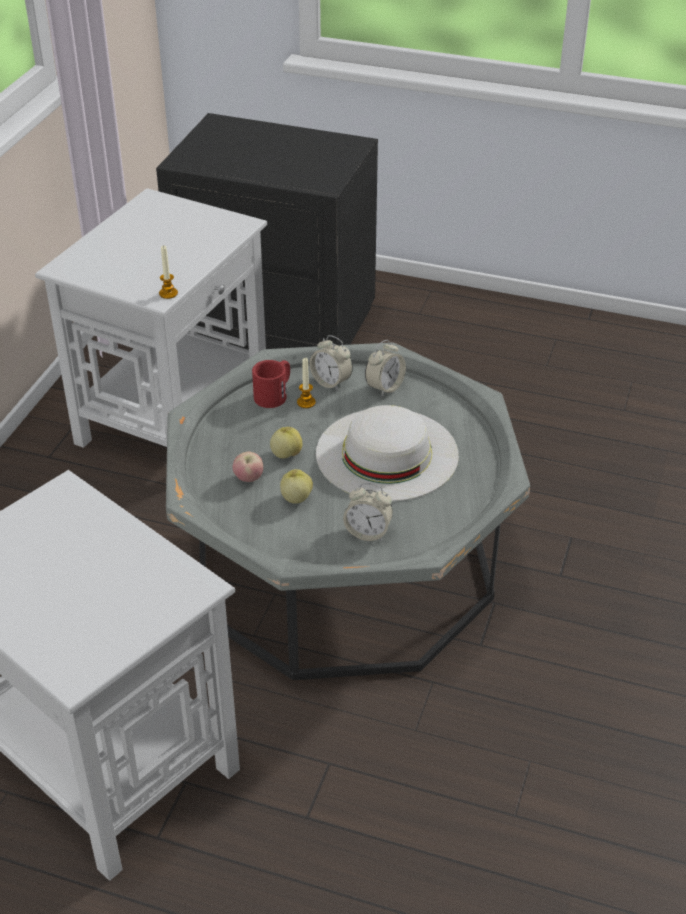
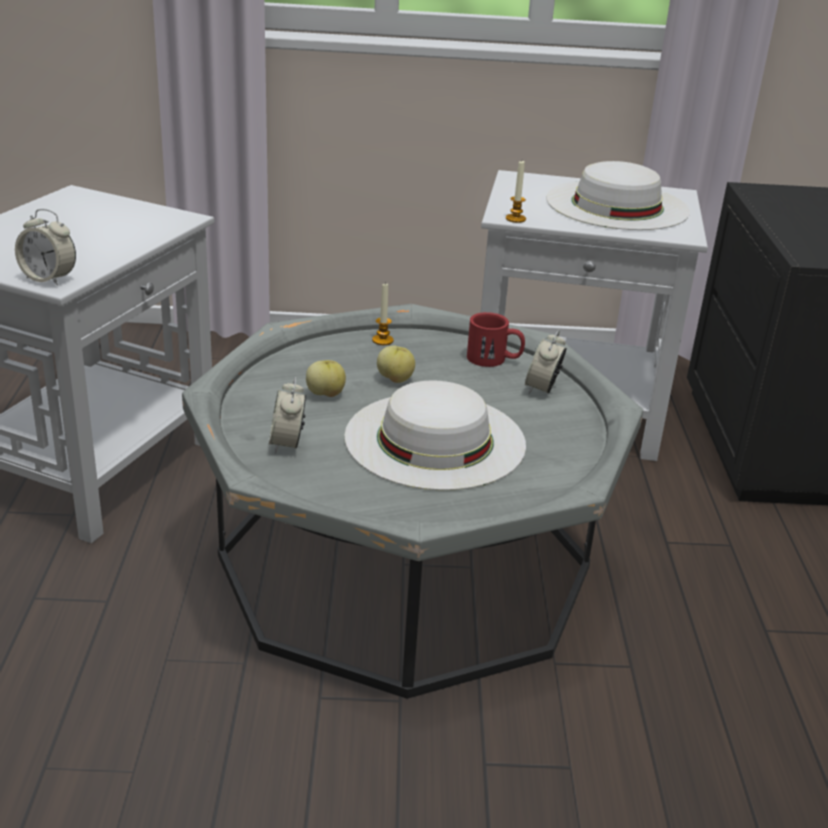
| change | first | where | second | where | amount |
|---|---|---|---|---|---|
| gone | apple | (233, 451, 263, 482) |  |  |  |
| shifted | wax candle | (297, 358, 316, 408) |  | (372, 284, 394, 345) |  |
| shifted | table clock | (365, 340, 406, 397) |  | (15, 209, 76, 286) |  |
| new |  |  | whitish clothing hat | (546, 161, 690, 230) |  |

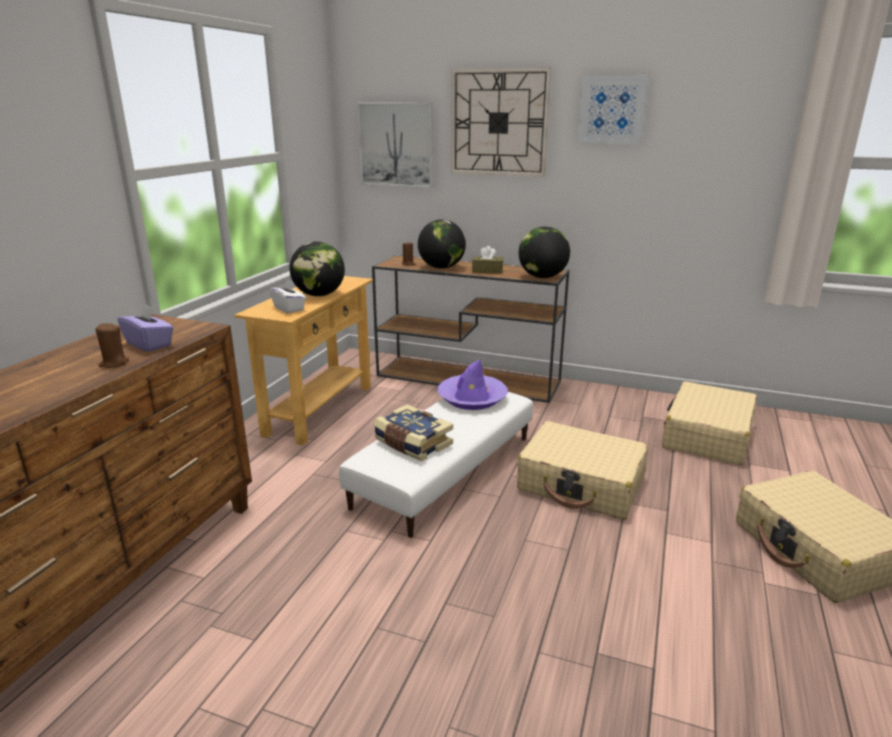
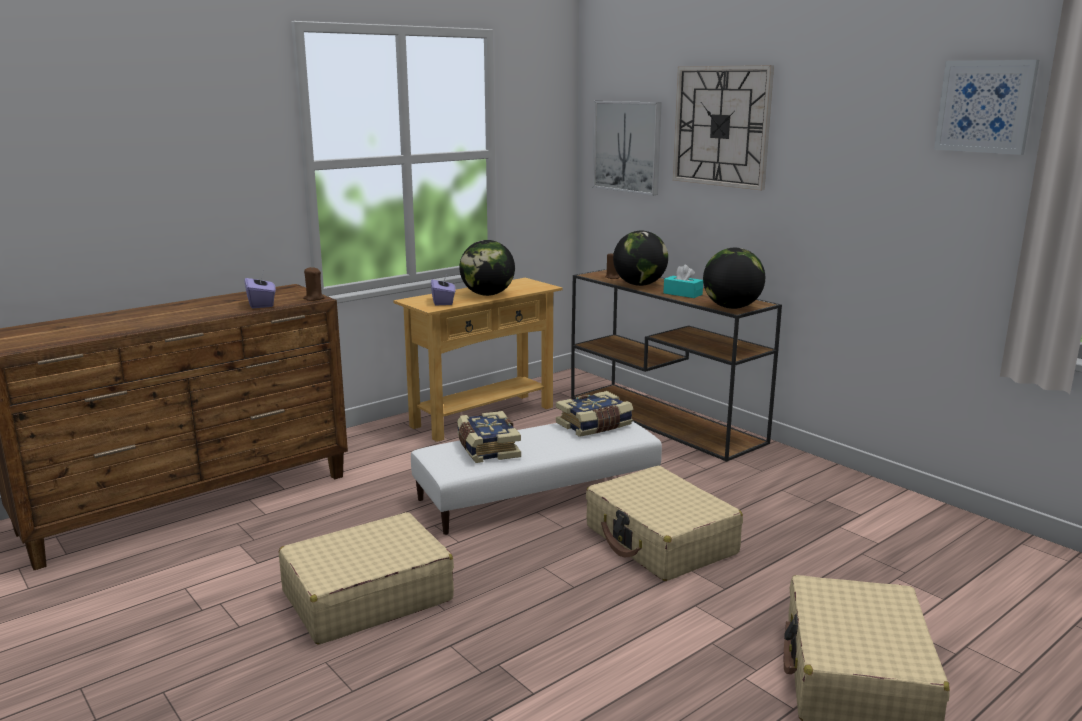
| change | first | where | second | where | amount |
|---|---|---|---|---|---|
| shifted | brown-coloured wax candle | (95, 323, 129, 368) |  | (303, 267, 325, 301) |  |
| repainted | whitish tissue box | (270, 279, 306, 313) | purplish tissue box | (431, 273, 455, 305) |  |
| swapped | purplish clothing hat | (437, 359, 508, 410) | bound book | (556, 391, 633, 437) |  |
| repainted | brown-coloured tissue box | (472, 246, 503, 274) | turquoise-coloured tissue box | (663, 265, 703, 298) |  |
| shifted | wall picture | (578, 75, 649, 144) |  | (934, 60, 1039, 155) |  |
| shifted | beige-coloured suitcase | (662, 381, 757, 465) |  | (279, 512, 454, 644) |  |

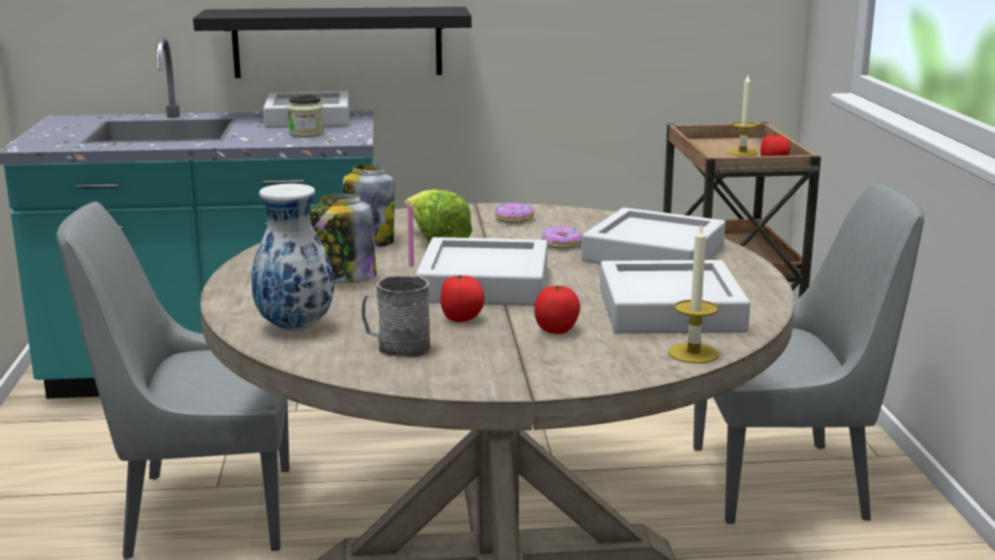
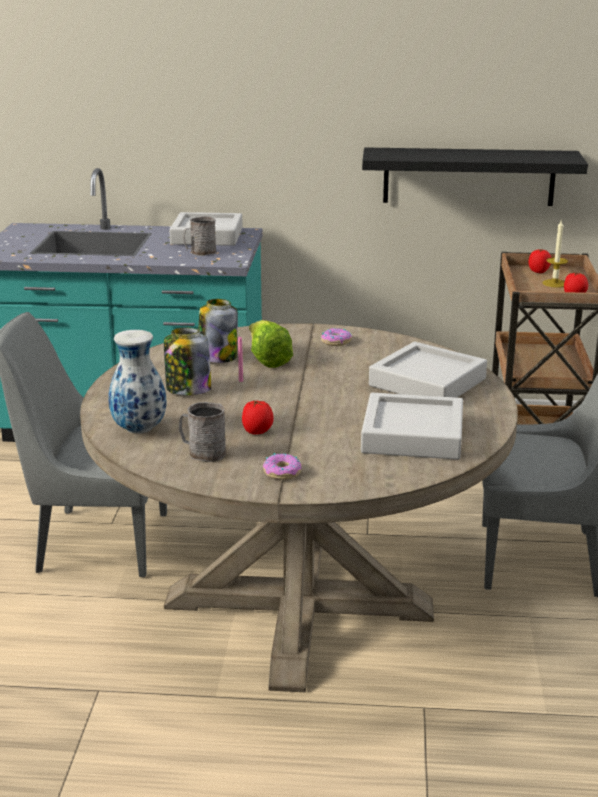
| change | first | where | second | where | amount |
|---|---|---|---|---|---|
| shifted | blackish wall shelf | (193, 7, 472, 78) |  | (362, 147, 588, 206) |  |
| swapped | preserve jar | (288, 95, 324, 137) | grey mug | (183, 216, 216, 256) |  |
| gone | grey serving tray | (415, 237, 547, 306) |  |  |  |
| shifted | tomato | (534, 285, 580, 334) |  | (528, 249, 551, 273) |  |
| shifted | ring doughnut | (542, 226, 582, 249) |  | (263, 453, 301, 480) |  |
| gone | wax candle | (668, 226, 719, 364) |  |  |  |

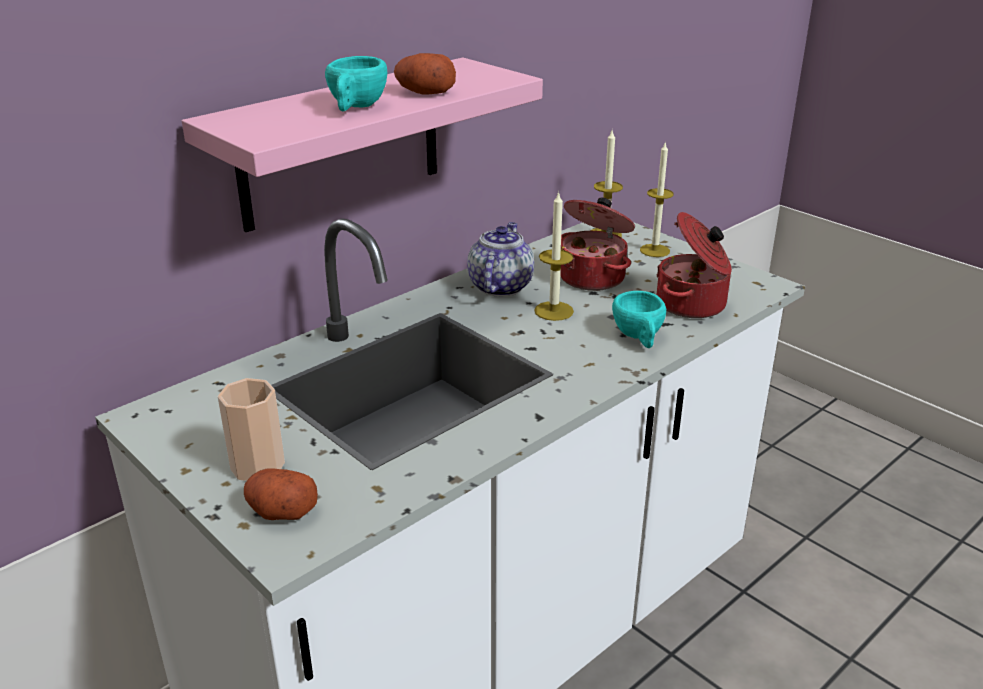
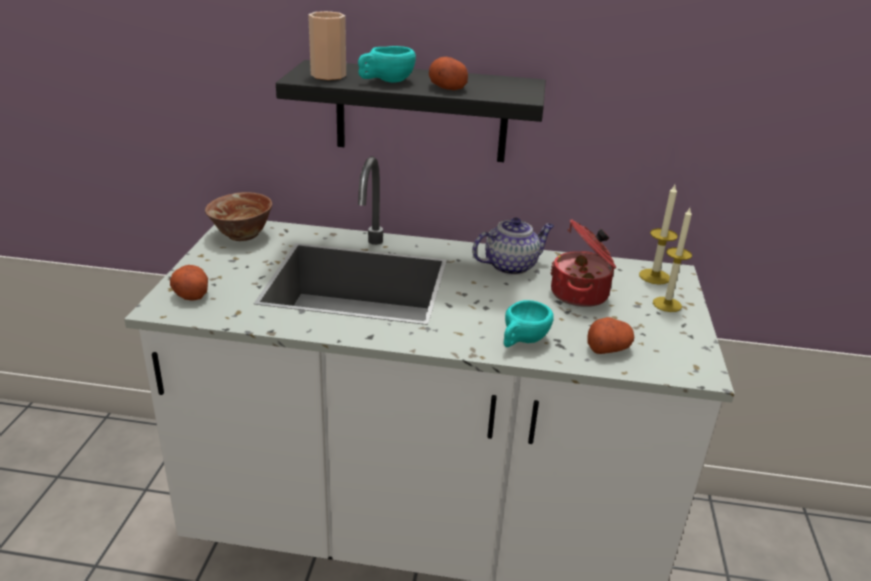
| change | first | where | second | where | amount |
|---|---|---|---|---|---|
| repainted | pink-coloured wall shelf | (182, 58, 543, 232) | blackish wall shelf | (276, 60, 546, 162) |  |
| shifted | small cup | (218, 378, 285, 481) |  | (308, 11, 346, 80) |  |
| gone | wax candle | (534, 191, 574, 321) |  |  |  |
| swapped | cooking pot | (656, 212, 732, 318) | whole potato | (587, 317, 634, 354) |  |
| new |  |  | deep dish | (205, 192, 272, 241) |  |

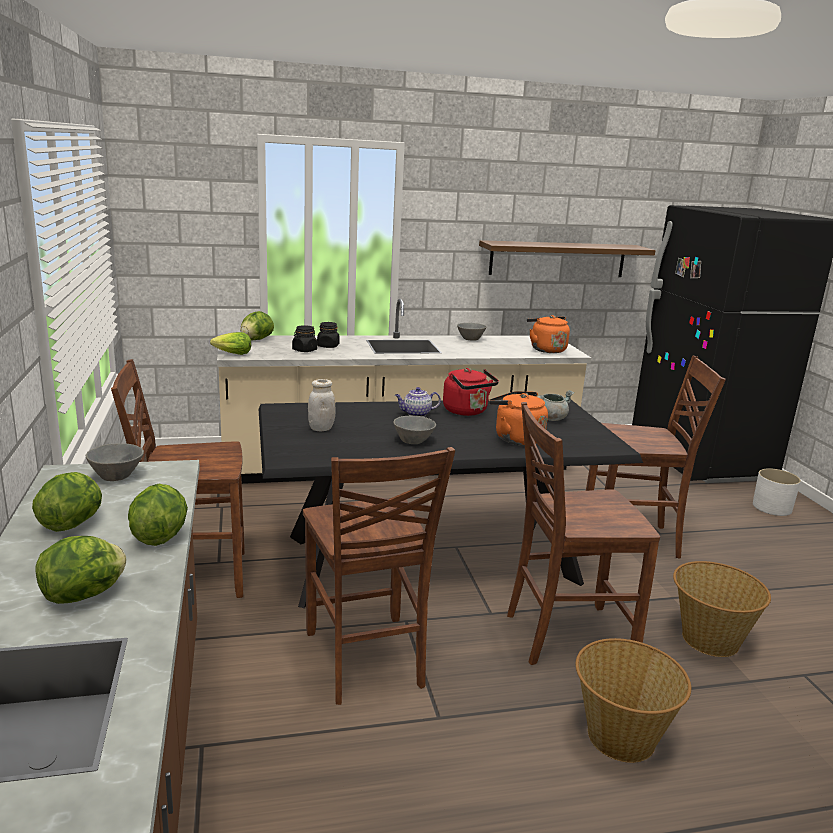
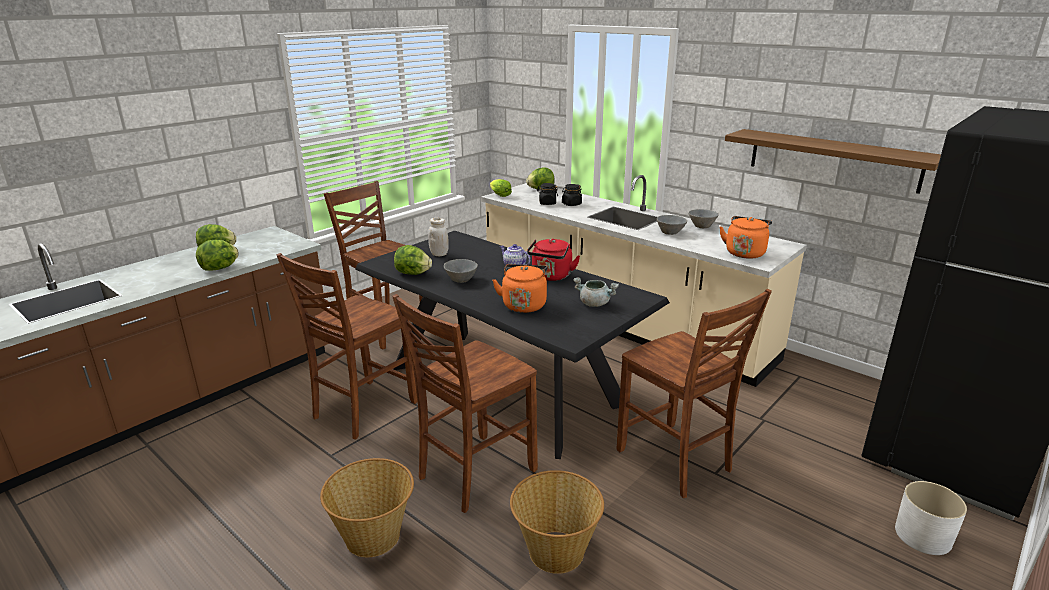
| change | first | where | second | where | amount |
|---|---|---|---|---|---|
| shifted | lettuce | (35, 536, 126, 604) |  | (394, 245, 432, 275) |  |
| shifted | grey deep dish | (86, 443, 144, 481) |  | (657, 215, 687, 235) |  |
| rotated | brown-coloured chair | (507, 402, 660, 665) |  | (392, 294, 538, 513) | 90 degrees counterclockwise |

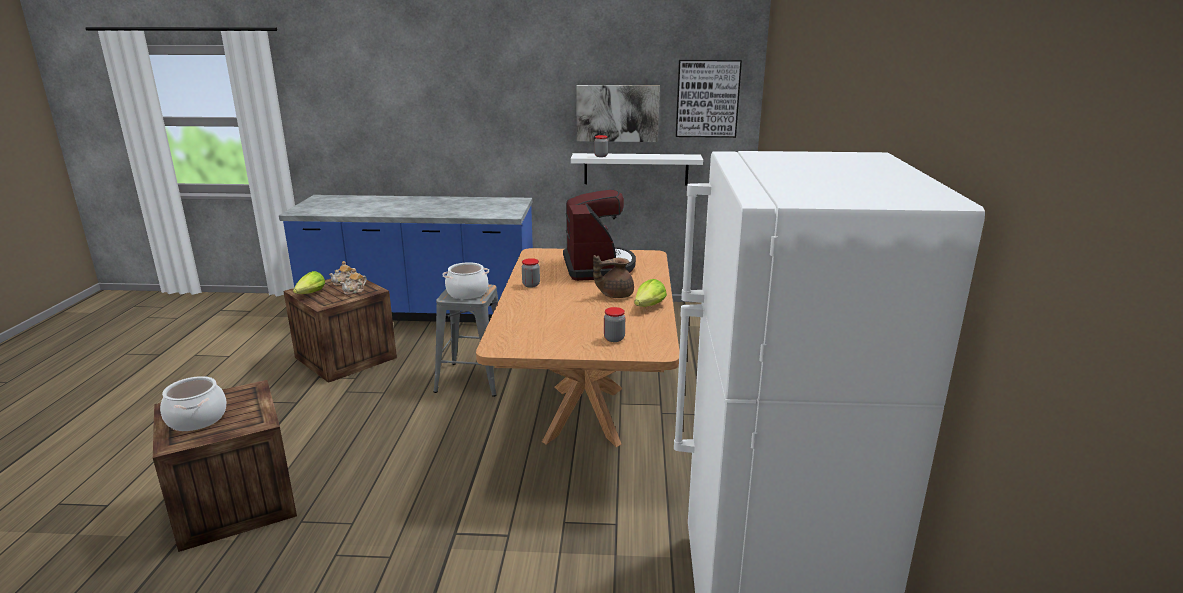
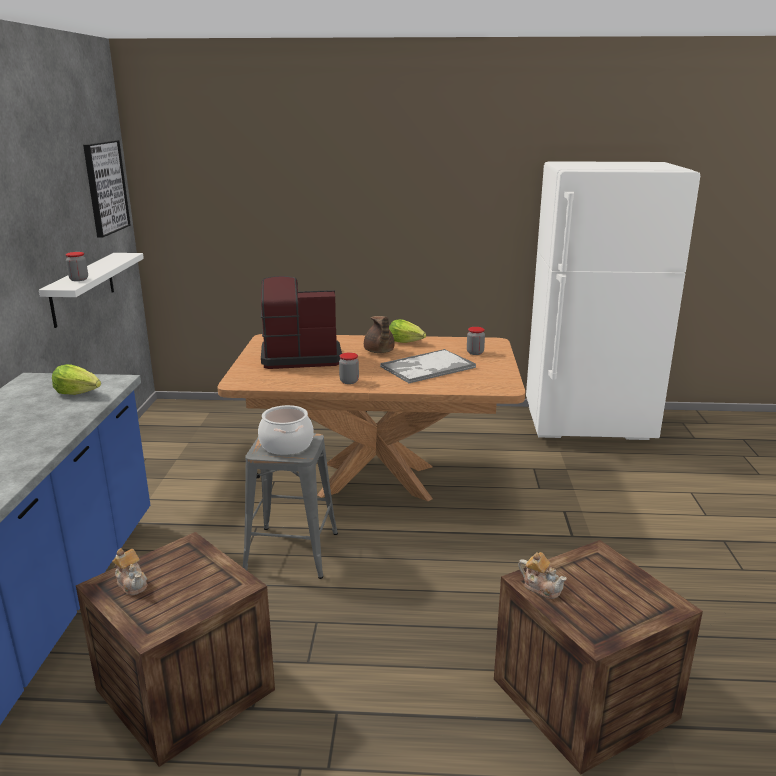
| change | first | where | second | where | amount |
|---|---|---|---|---|---|
| gone | cooking pot | (160, 376, 226, 431) |  |  |  |
| shifted | lettuce | (293, 271, 325, 294) |  | (52, 364, 101, 395) |  |
| shifted | tea pot | (340, 269, 367, 295) |  | (518, 552, 567, 599) |  |
| gone | wall picture | (576, 85, 660, 142) |  |  |  |
| new |  |  | serving tray | (380, 349, 476, 384) |  |

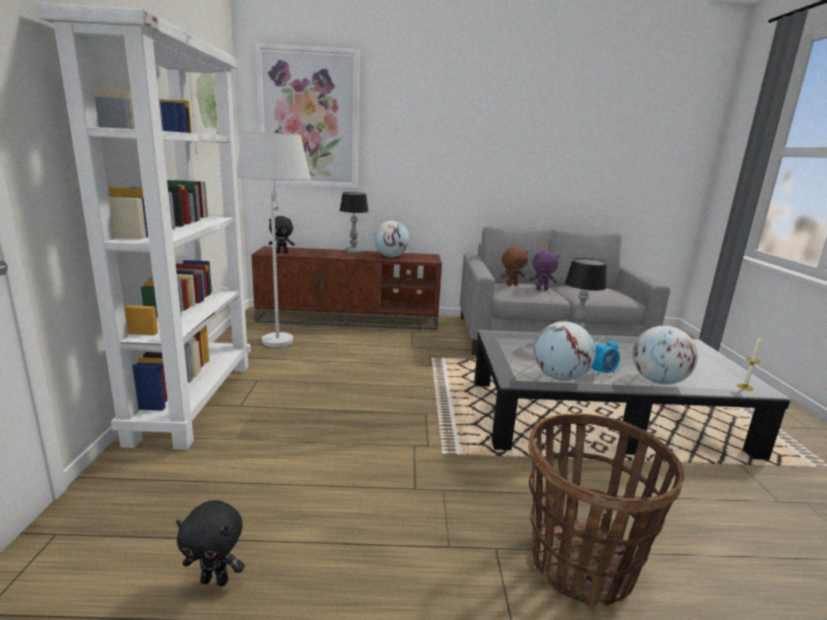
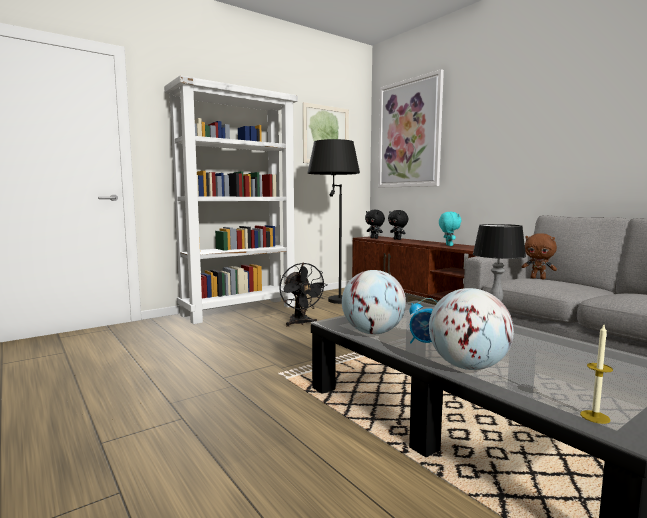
| change | first | where | second | where | amount |
|---|---|---|---|---|---|
| shifted | blackish plush toy | (176, 500, 245, 586) |  | (388, 210, 408, 240) |  |
| repainted | whitish floor lamp | (237, 131, 311, 347) | blackish floor lamp | (308, 139, 360, 304) |  |
| gone | tabletop lamp | (340, 192, 369, 254) |  |  |  |
| swapped | world globe | (374, 221, 410, 257) | turquoise-coloured plush toy | (439, 212, 461, 246) |  |
| gone | basket | (528, 414, 684, 608) |  |  |  |
| gone | purplish plush toy | (529, 251, 560, 291) |  |  |  |
| new |  |  | blackish fan | (279, 263, 327, 327) |  |

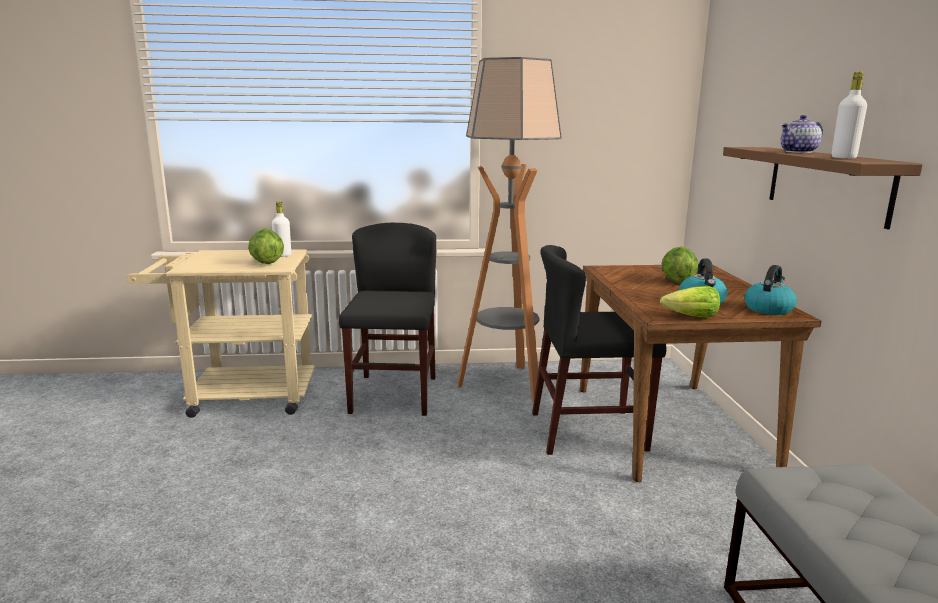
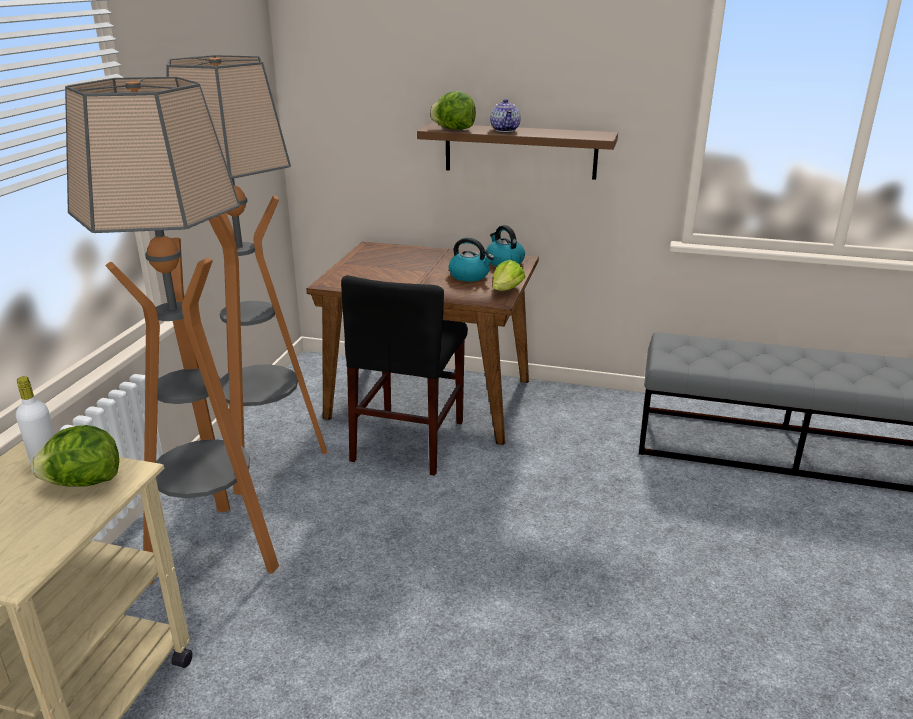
| change | first | where | second | where | amount |
|---|---|---|---|---|---|
| swapped | blackish chair | (339, 223, 436, 416) | floor lamp | (65, 77, 279, 586) |  |
| shifted | lettuce | (662, 246, 699, 283) |  | (429, 91, 476, 130) |  |
| gone | whitish beverage bottle | (832, 72, 867, 159) |  |  |  |

